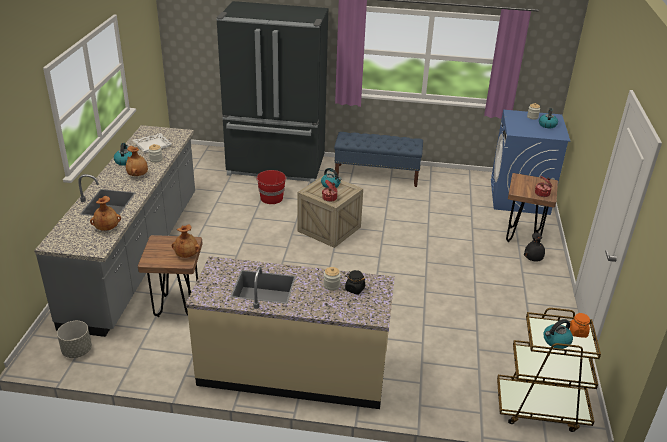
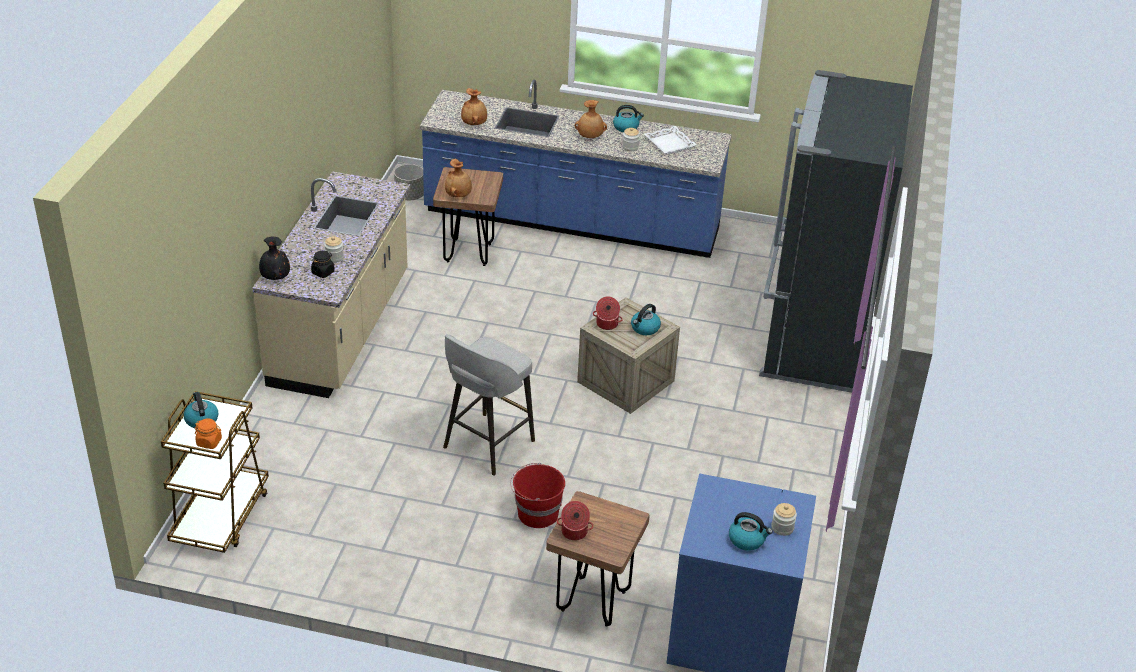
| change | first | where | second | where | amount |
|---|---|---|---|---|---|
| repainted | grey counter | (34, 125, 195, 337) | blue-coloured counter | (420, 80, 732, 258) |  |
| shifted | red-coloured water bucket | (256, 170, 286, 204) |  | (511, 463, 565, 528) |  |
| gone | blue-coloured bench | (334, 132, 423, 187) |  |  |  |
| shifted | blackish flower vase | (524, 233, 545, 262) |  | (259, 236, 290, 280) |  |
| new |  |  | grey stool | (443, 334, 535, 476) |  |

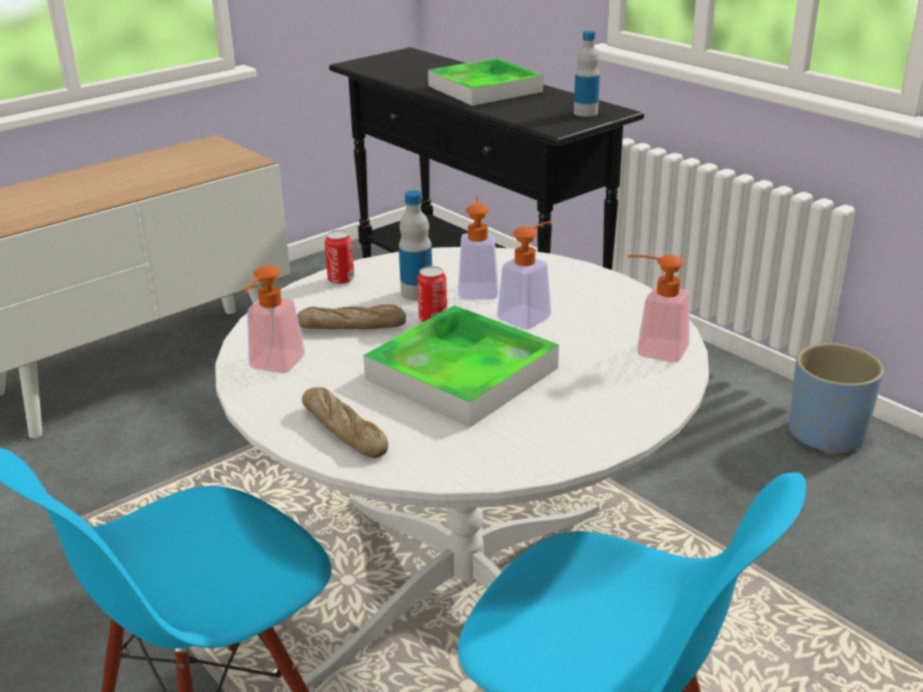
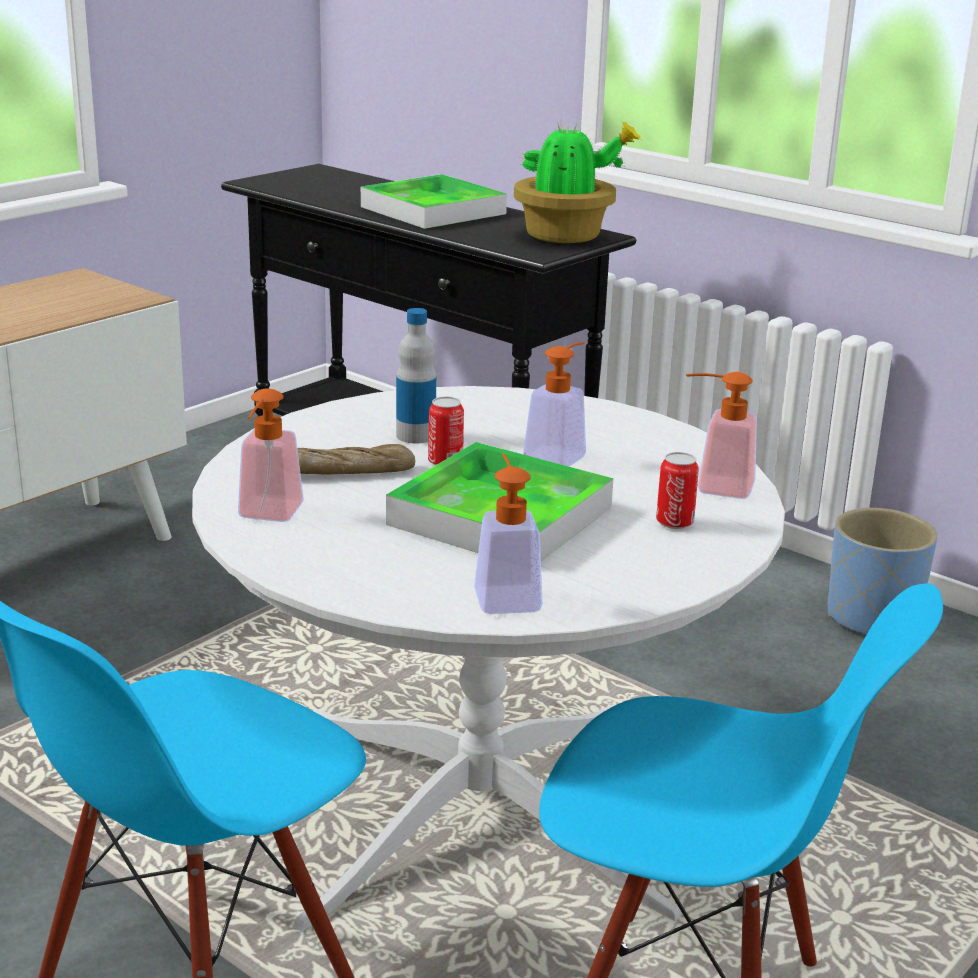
| change | first | where | second | where | amount |
|---|---|---|---|---|---|
| gone | baked bread | (302, 387, 388, 458) |  |  |  |
| shifted | can | (325, 230, 354, 284) |  | (656, 452, 699, 529) |  |
| shifted | soap bottle | (458, 196, 499, 300) |  | (474, 453, 543, 614) |  |
| swapped | beverage bottle | (574, 30, 600, 117) | potted plant | (514, 119, 642, 243) |  |

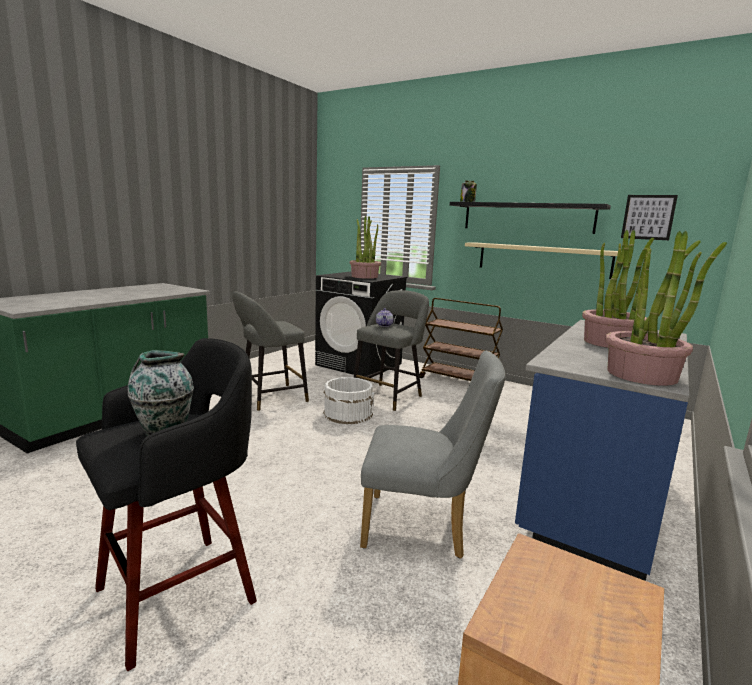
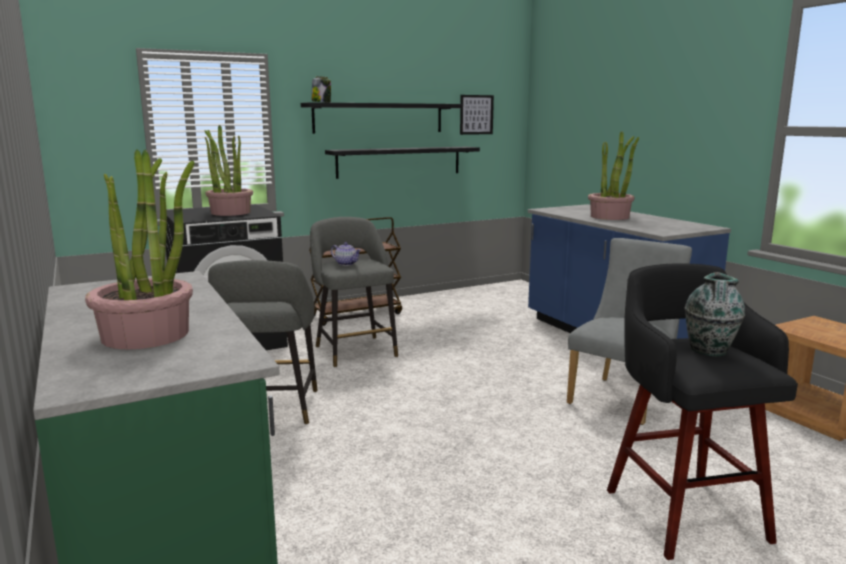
| change | first | where | second | where | amount |
|---|---|---|---|---|---|
| gone | whitish water bucket | (323, 377, 375, 424) |  |  |  |
| repainted | beige-coloured wall shelf | (465, 242, 618, 279) | blackish wall shelf | (325, 147, 480, 179) |  |
| shifted | potted plant | (605, 231, 727, 386) |  | (85, 149, 195, 350) |  |

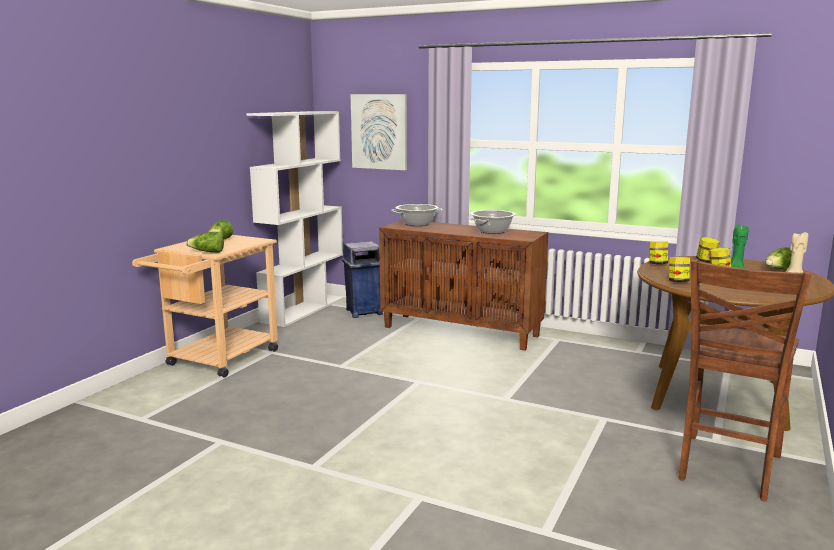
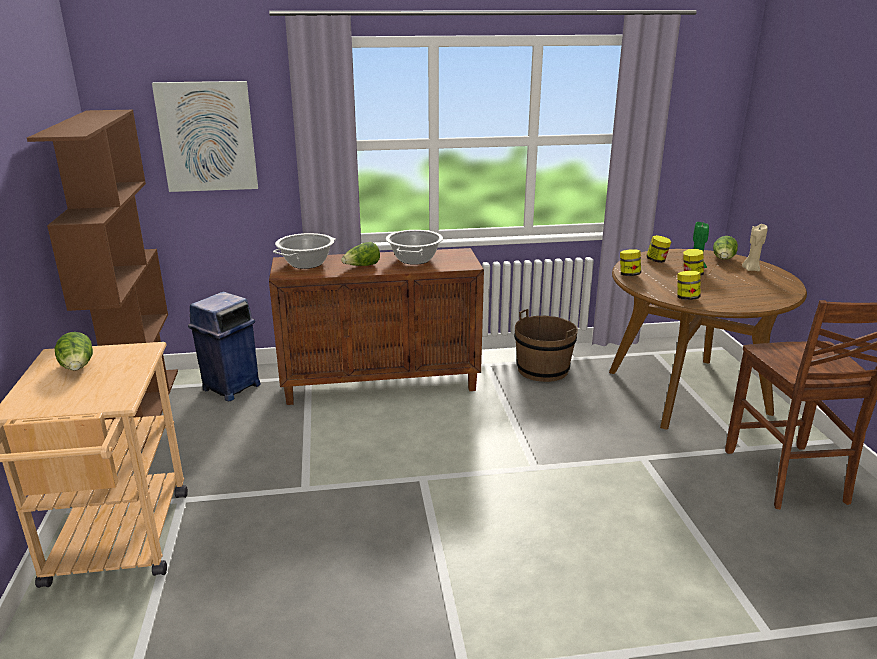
| change | first | where | second | where | amount |
|---|---|---|---|---|---|
| shifted | lettuce | (186, 232, 224, 253) |  | (341, 242, 380, 266) |  |
| repainted | whitish shelving unit | (247, 111, 344, 327) | brown-coloured shelving unit | (27, 110, 178, 451) |  |
| new |  |  | brown-coloured water bucket | (514, 309, 578, 382) |  |

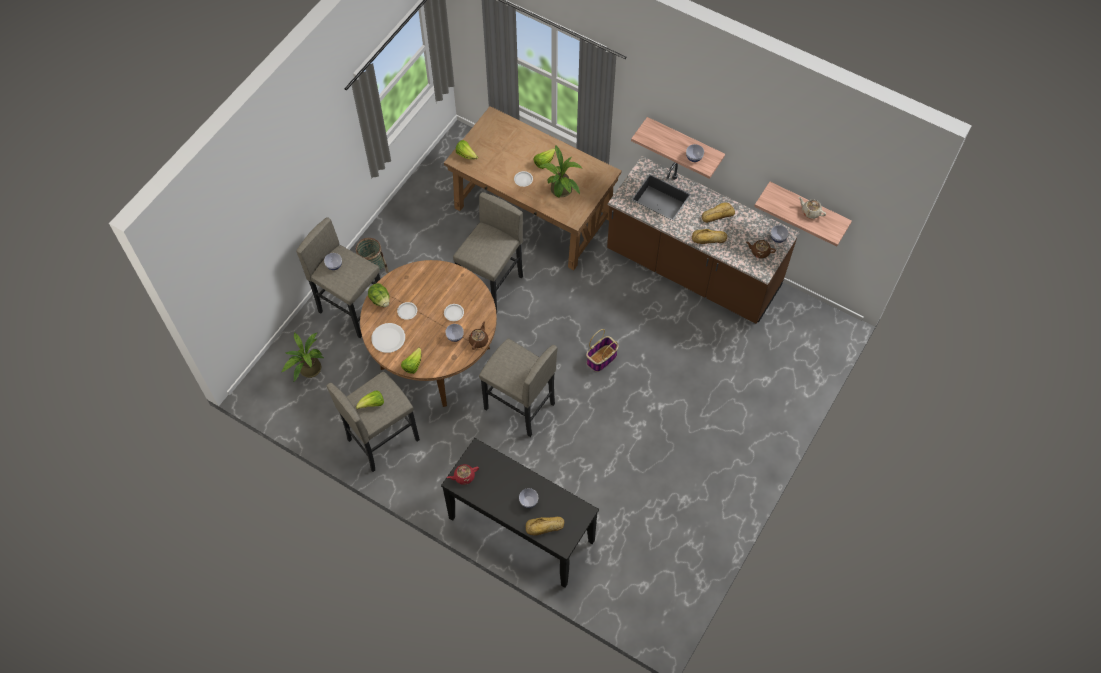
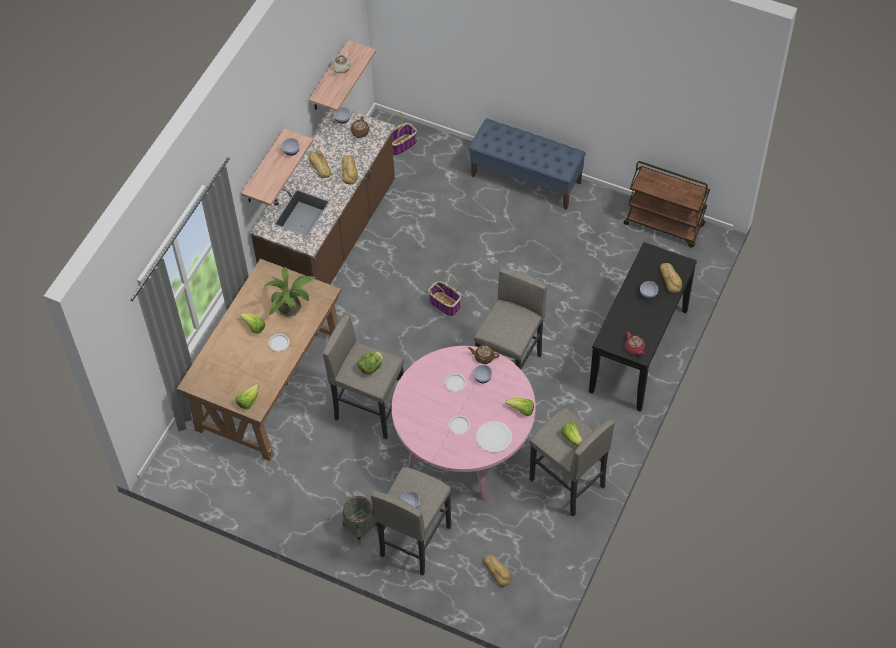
| change | first | where | second | where | amount |
|---|---|---|---|---|---|
| swapped | potted plant | (282, 333, 324, 381) | baked bread | (483, 555, 511, 587) |  |
| repainted | brown-coloured dining table | (360, 260, 497, 407) | pink-coloured dining table | (392, 346, 536, 501) |  |
| shifted | lettuce | (368, 283, 389, 307) |  | (357, 352, 383, 375) |  |
| new |  |  | basket | (387, 112, 417, 156) |  |
| new |  |  | blue-coloured bench | (469, 118, 586, 210) |  |
| new |  |  | brown-coloured trolley | (623, 161, 710, 248) |  |

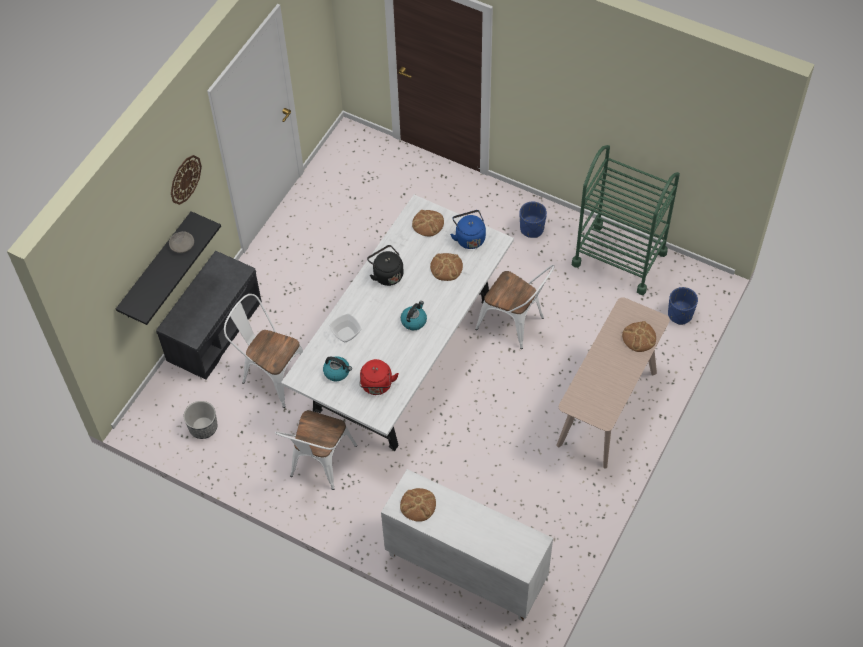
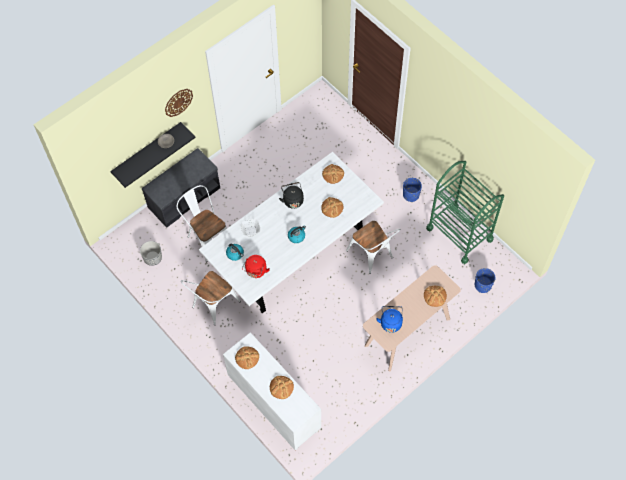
| change | first | where | second | where | amount |
|---|---|---|---|---|---|
| shifted | blue-coloured tea kettle | (450, 210, 486, 249) |  | (376, 306, 403, 333) |  |
| new |  |  | baked bread | (270, 376, 294, 399) |  |

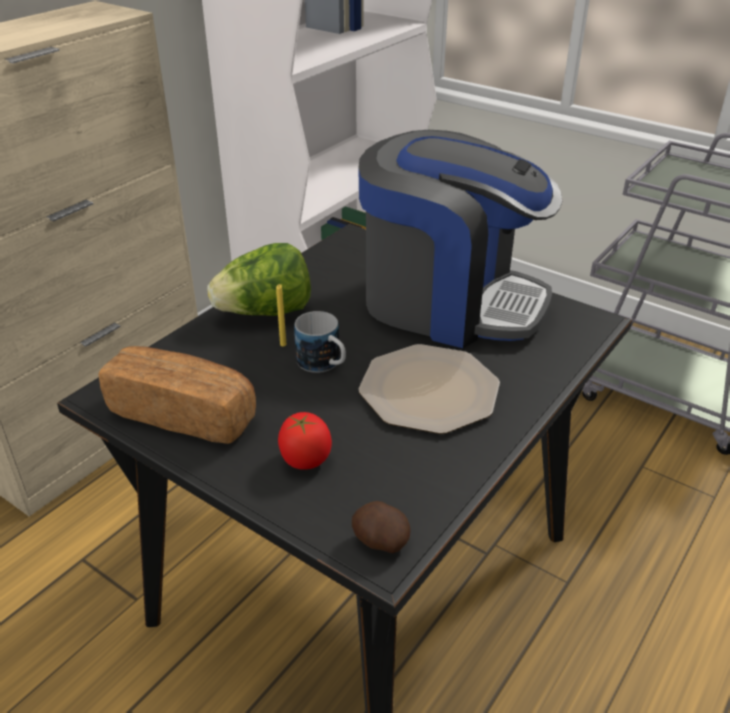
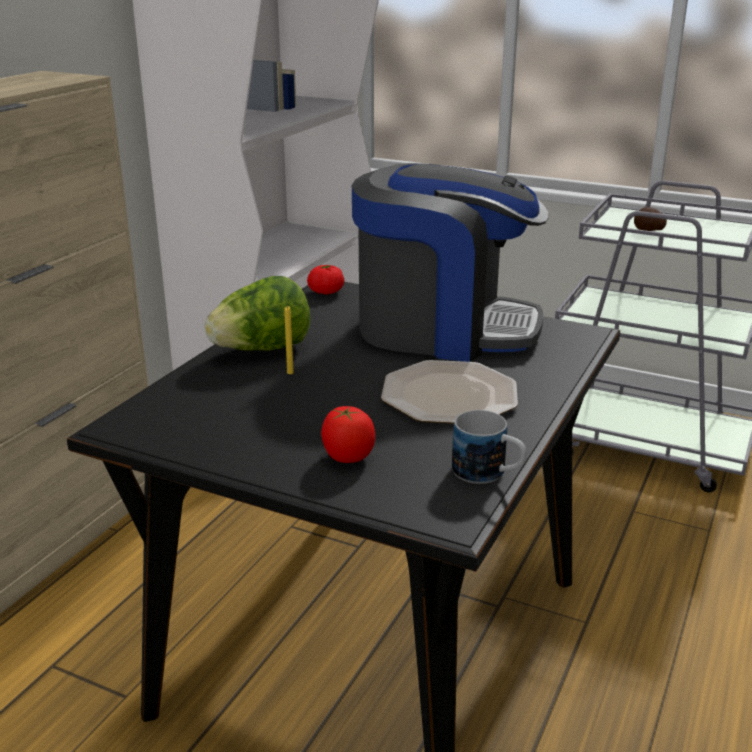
| change | first | where | second | where | amount |
|---|---|---|---|---|---|
| gone | baked bread | (98, 346, 256, 444) |  |  |  |
| shifted | mug | (294, 311, 346, 373) |  | (452, 410, 526, 484) |  |
| shifted | whole potato | (352, 501, 410, 554) |  | (634, 207, 667, 231) |  |
| new |  |  | tomato | (307, 265, 344, 294) |  |

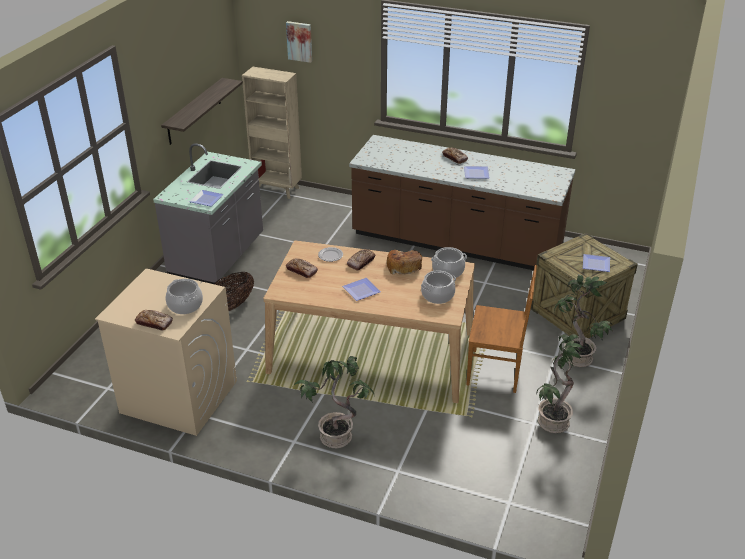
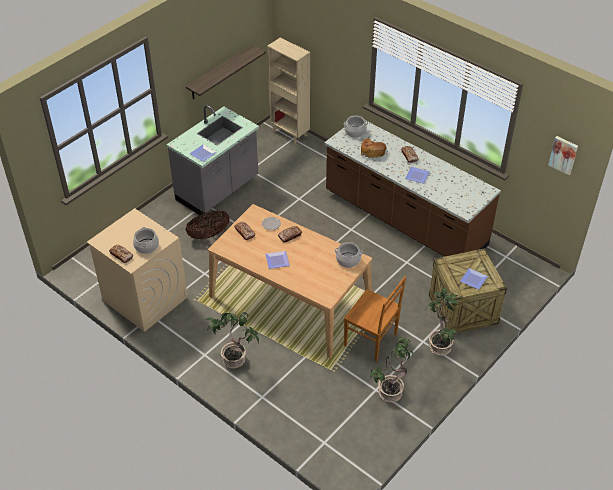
| change | first | where | second | where | amount |
|---|---|---|---|---|---|
| shifted | wall picture | (286, 21, 312, 63) |  | (548, 136, 578, 175) |  |
| shifted | baked bread | (387, 250, 422, 275) |  | (361, 139, 386, 158) |  |
| shifted | cooking pot | (421, 270, 456, 304) |  | (343, 115, 368, 138) |  |

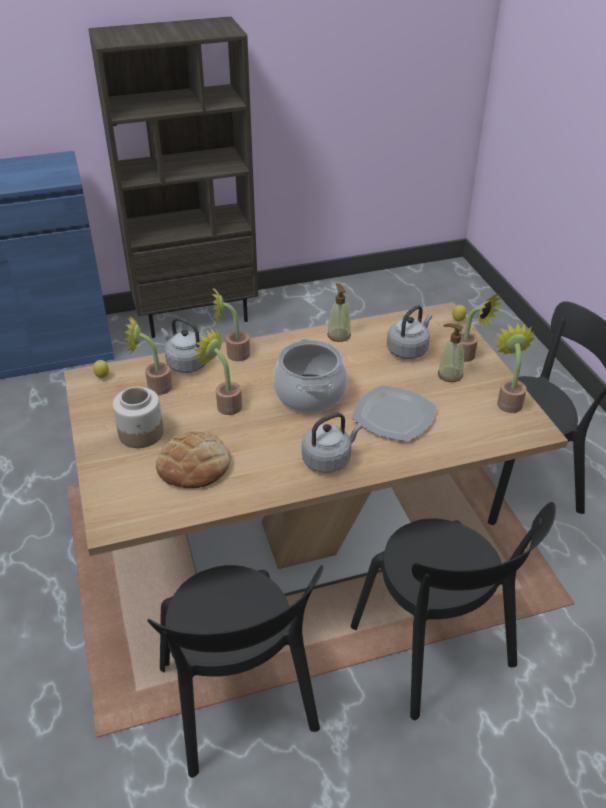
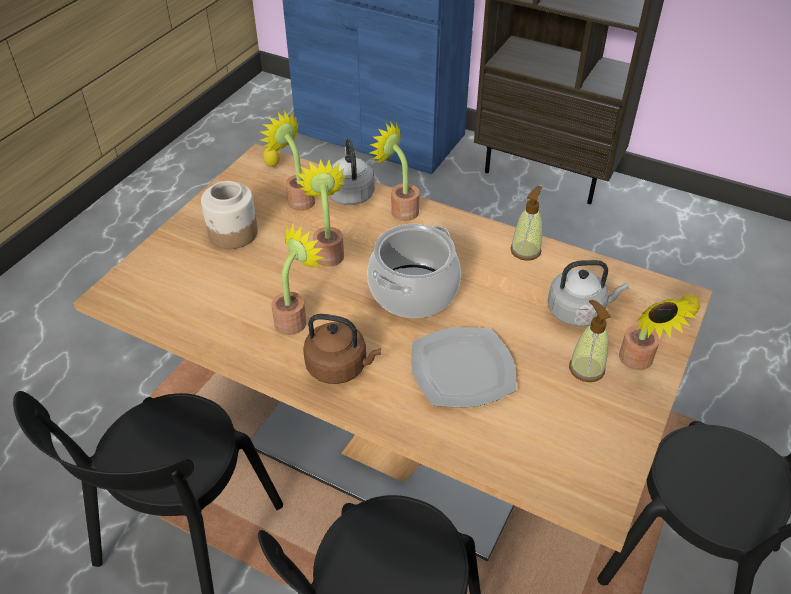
| change | first | where | second | where | amount |
|---|---|---|---|---|---|
| gone | baked bread | (156, 431, 231, 488) |  |  |  |
| repainted | grey tea kettle | (302, 413, 362, 473) | brown-coloured tea kettle | (303, 314, 381, 384) |  |
| shifted | potted plant | (493, 323, 535, 413) |  | (271, 222, 325, 335) |  |

